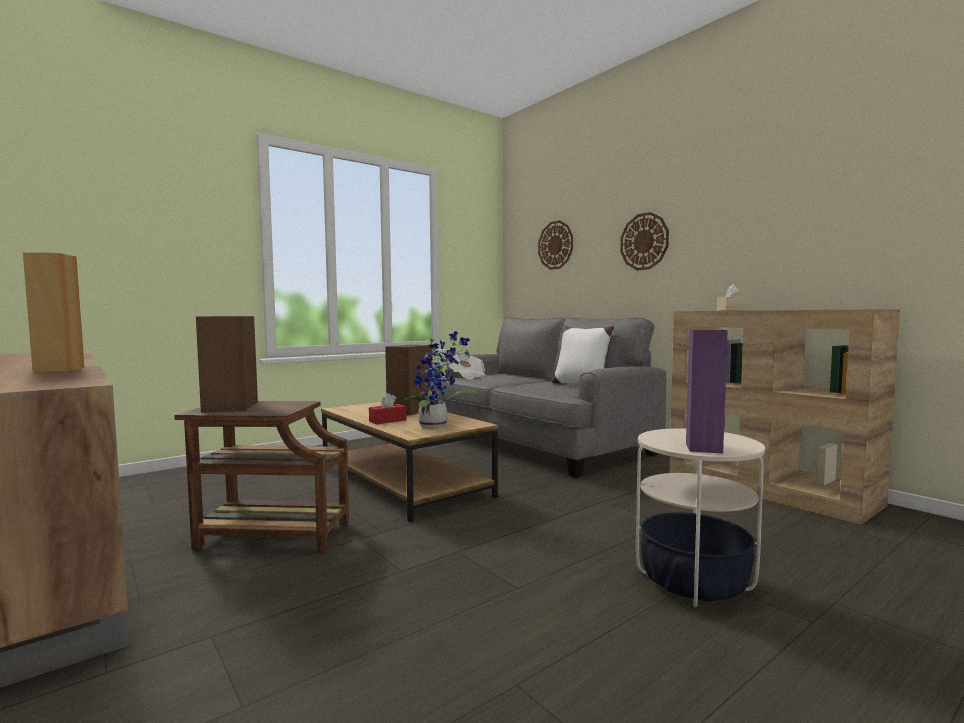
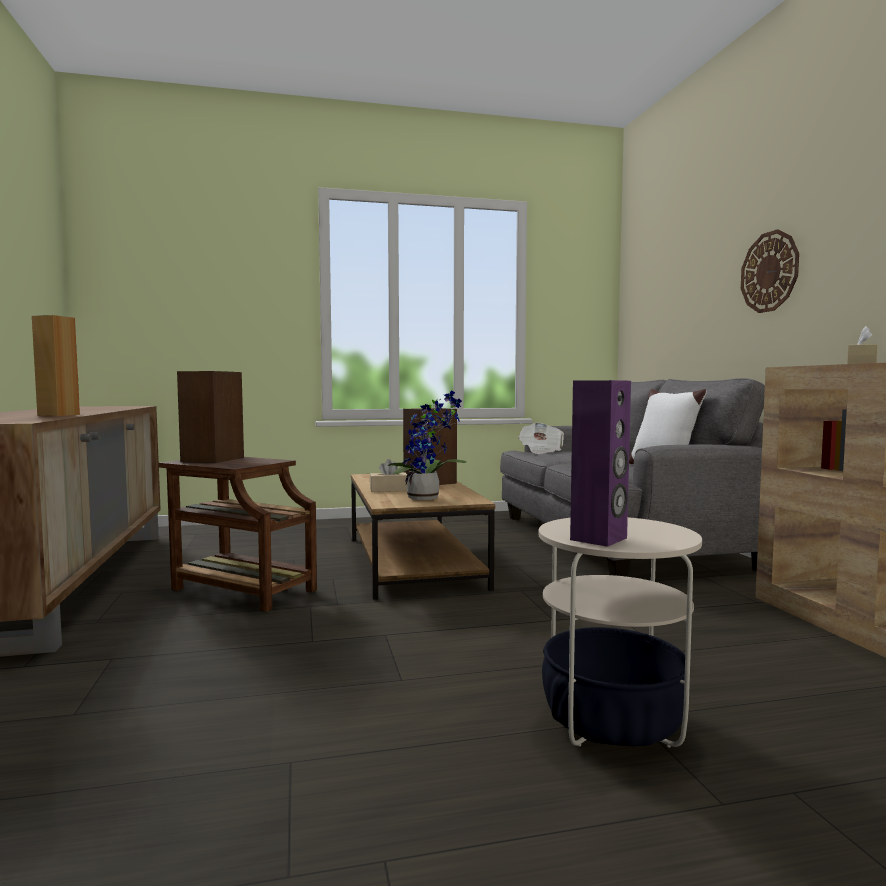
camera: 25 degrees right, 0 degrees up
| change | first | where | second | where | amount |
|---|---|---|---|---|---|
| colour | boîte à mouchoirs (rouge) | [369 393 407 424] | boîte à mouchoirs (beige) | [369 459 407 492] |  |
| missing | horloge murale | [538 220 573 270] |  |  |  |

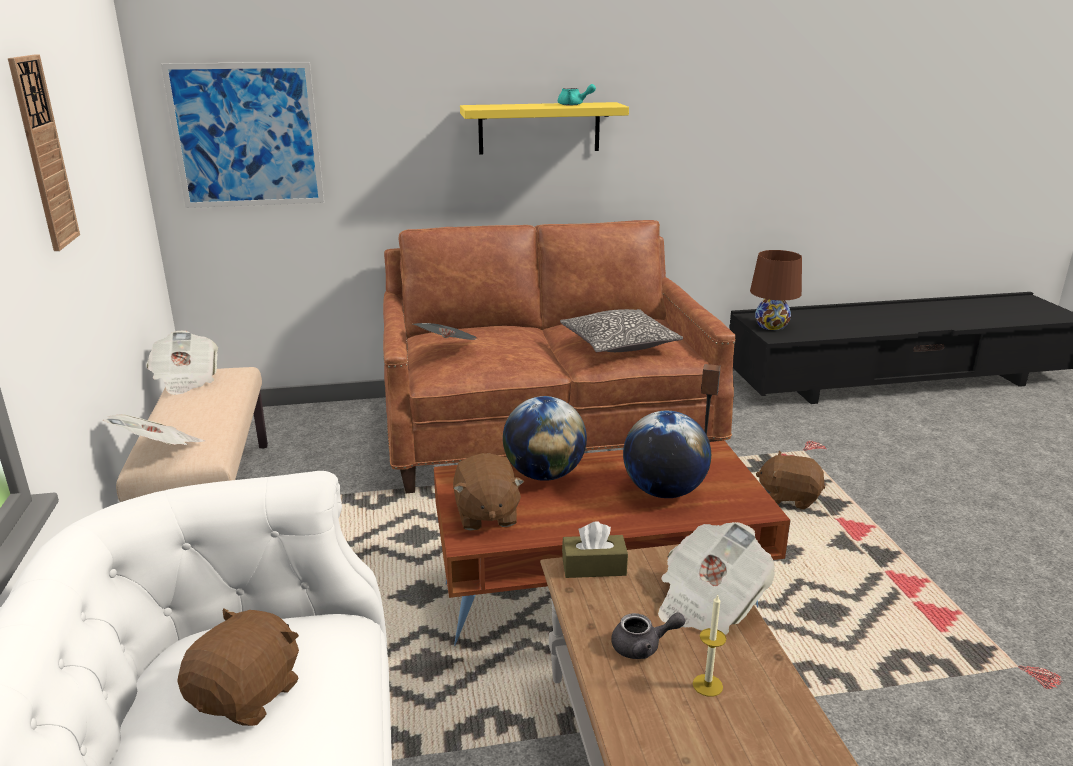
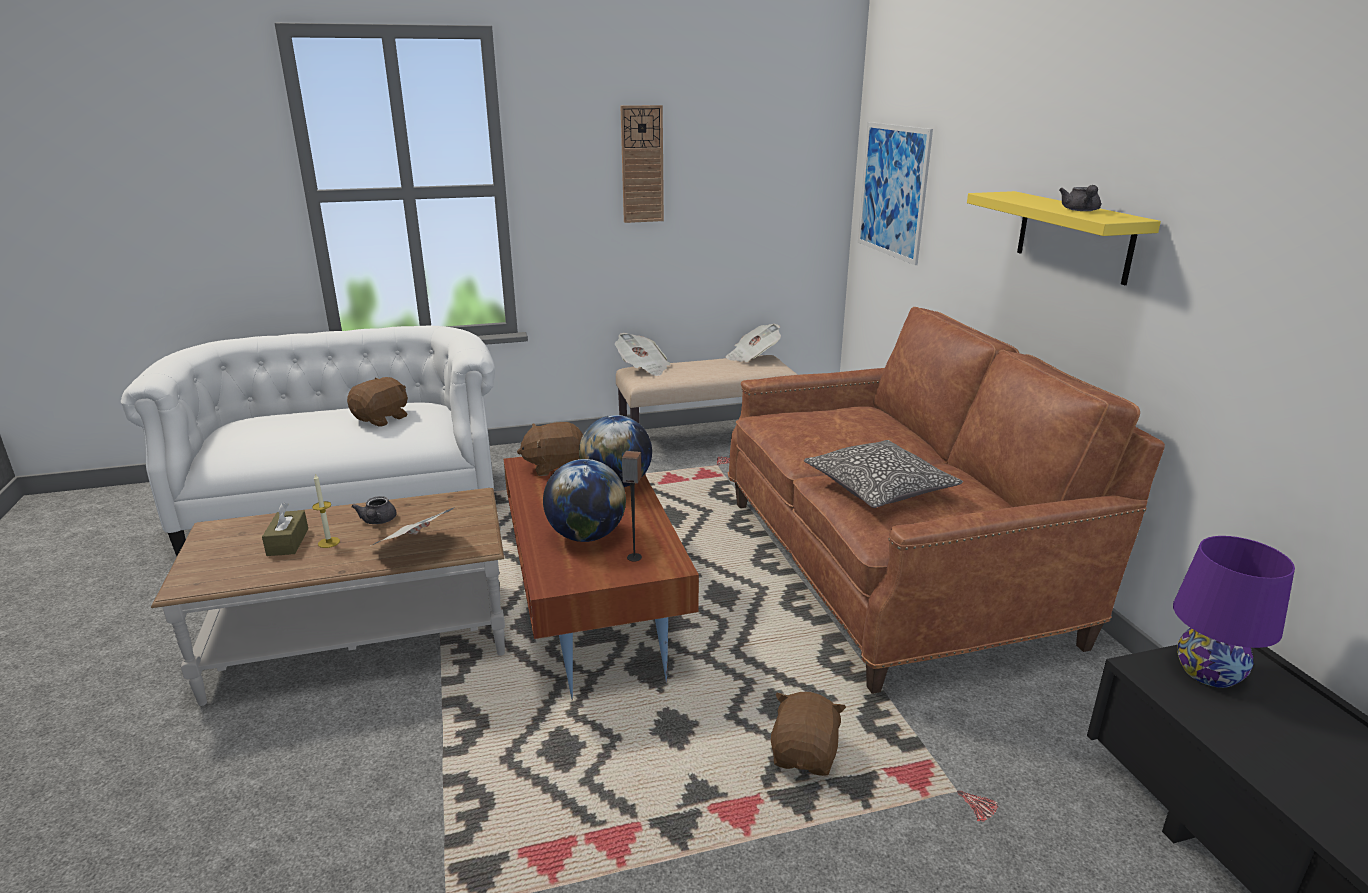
camera: 85 degrees right, 0 degrees up
| change | first | where | second | where | amount |
|---|---|---|---|---|---|
| relocated | boîte à mouchoirs (marron) | [562 521 628 578] |  | [262 503 308 556] |  |
| spun | peluche (marron) | [177 608 299 726] |  | [347 377 408 427] | 75 degrees counterclockwise |
| colour | théière (turquoise) | [558 84 596 105] | théière (gris) | [1059 185 1101 211] |  |
| colour | lampe de table (marron) | [750 250 802 330] | lampe de table (violet) | [1173 536 1295 688] |  |
| missing | journal | [413 323 477 340] |  |  |  |

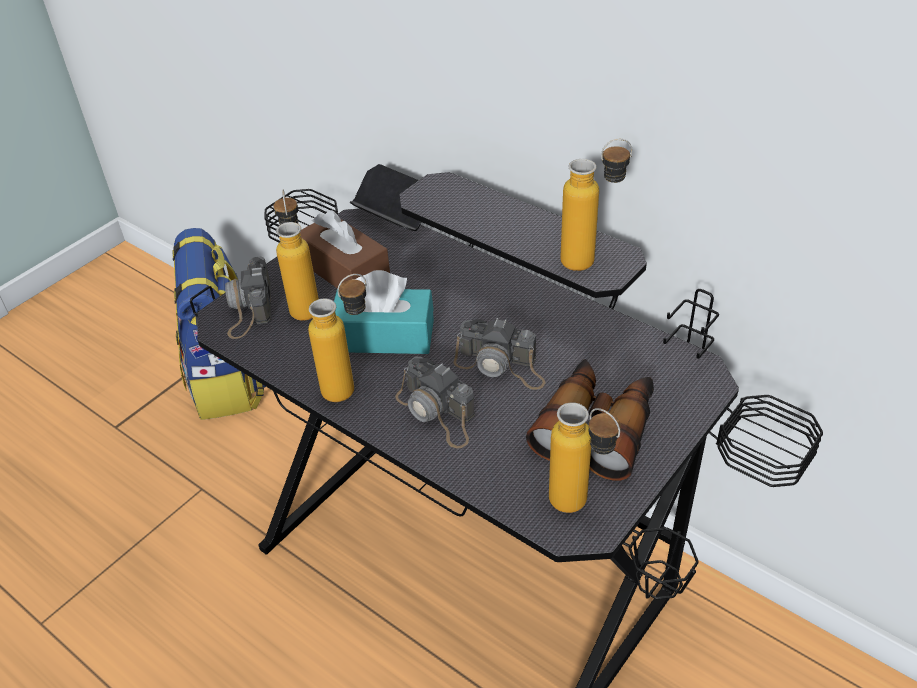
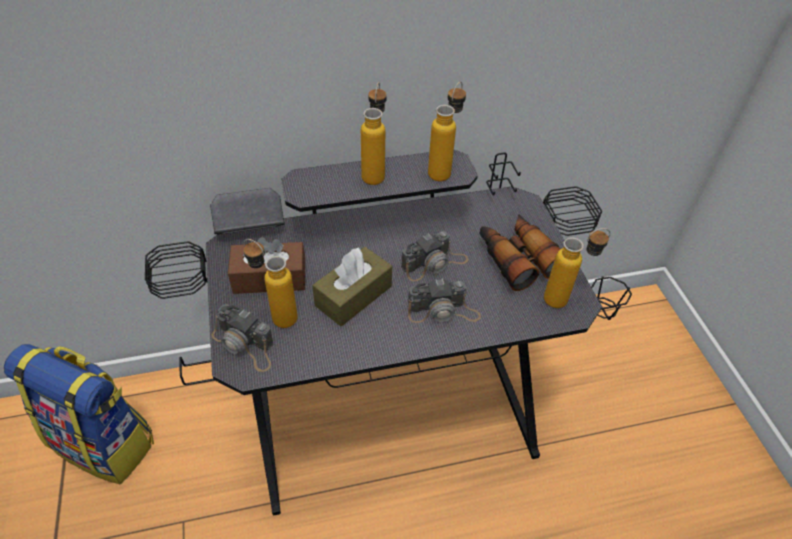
camera: 55 degrees left, 5 degrees up
| change | first | where | second | where | amount |
|---|---|---|---|---|---|
| colour | boîte à mouchoirs (turquoise) | [334 270 434 354] | boîte à mouchoirs (marron) | [312 247 392 326] |  |
| relocated | bouteille | [308 274 367 402] |  | [361 82 387 185] |  |

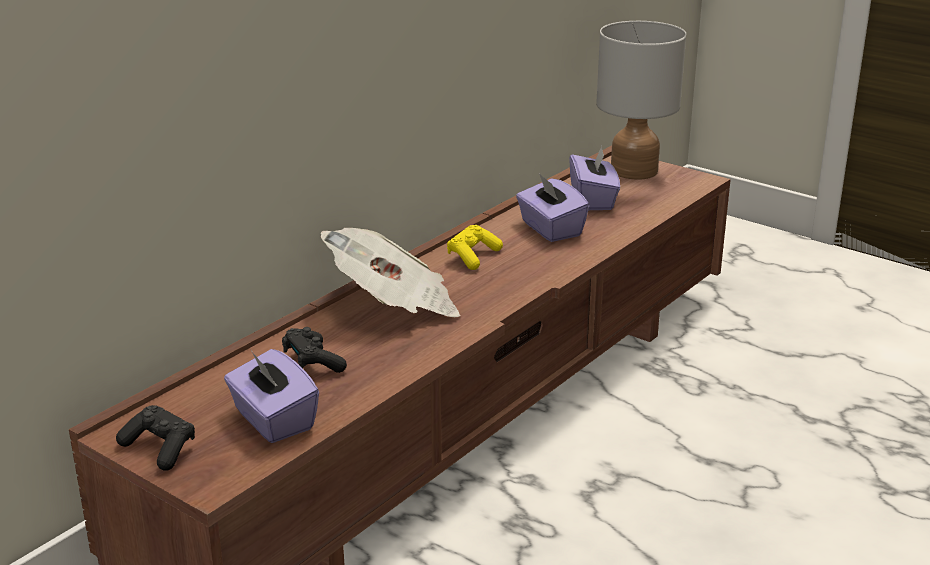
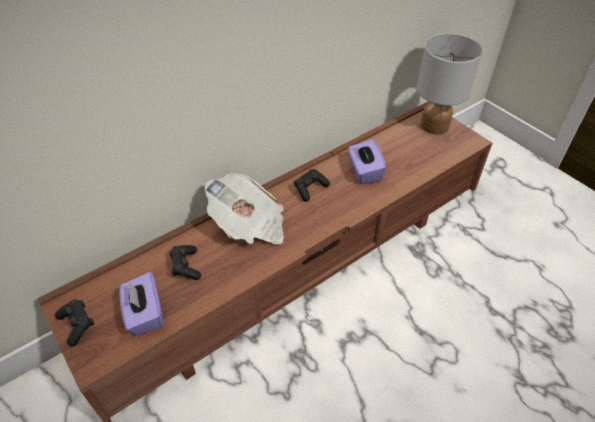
camera: 15 degrees right, 20 degrees up
| change | first | where | second | where | amount |
|---|---|---|---|---|---|
| colour | manette (jaune) | [447 225 503 270] | manette (noir) | [294 169 330 202] |  |
| missing | boîte à mouchoirs (violet) | [569 146 620 210] |  |  |  |

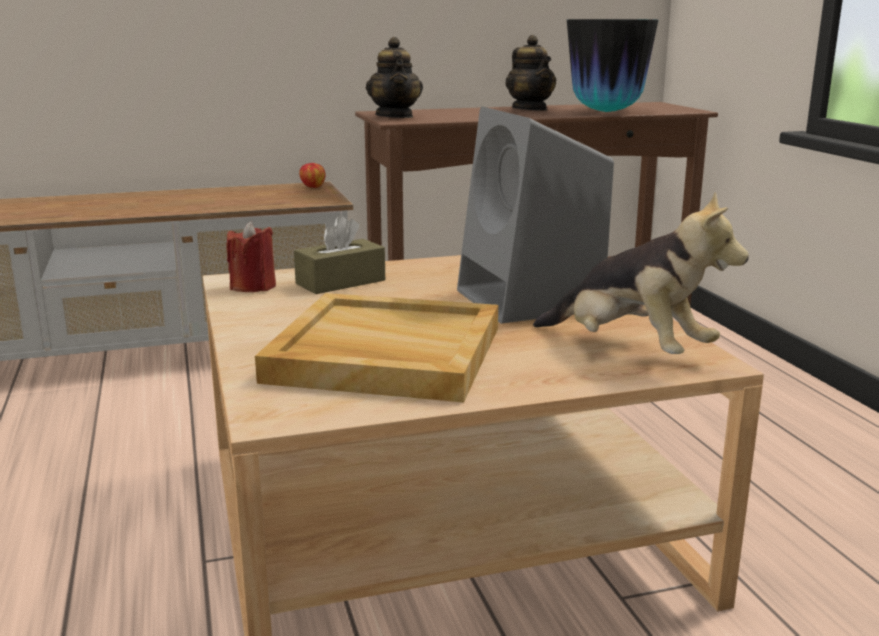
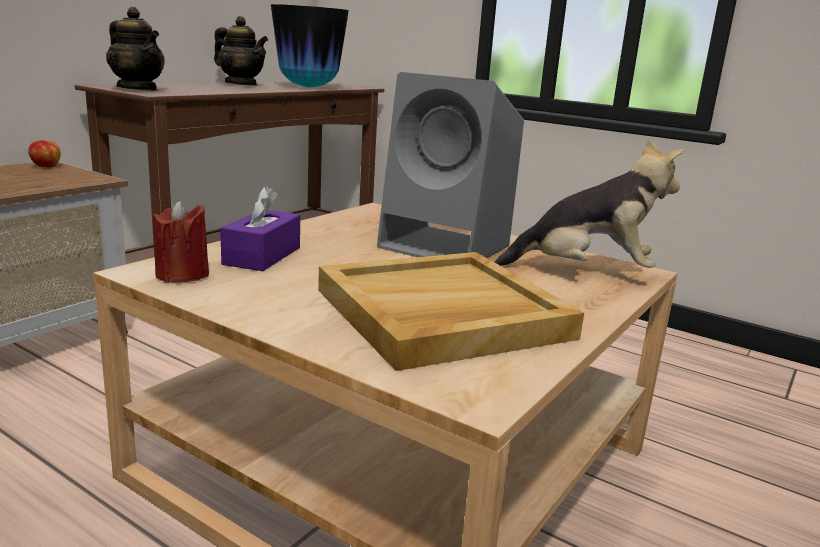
camera: 40 degrees left, 0 degrees up
| change | first | where | second | where | amount |
|---|---|---|---|---|---|
| colour | boîte à mouchoirs (marron) | [294 215 385 294] | boîte à mouchoirs (violet) | [220 186 300 271] |  |

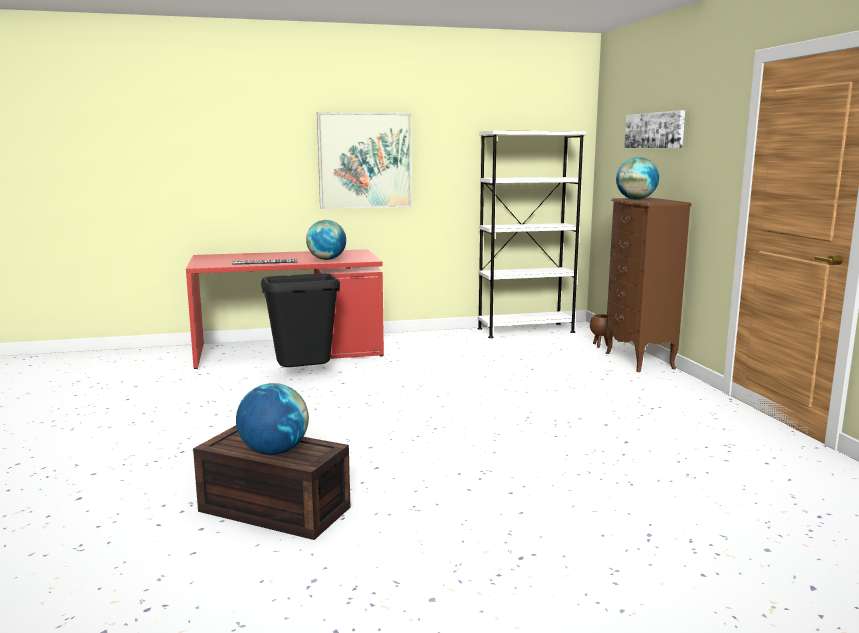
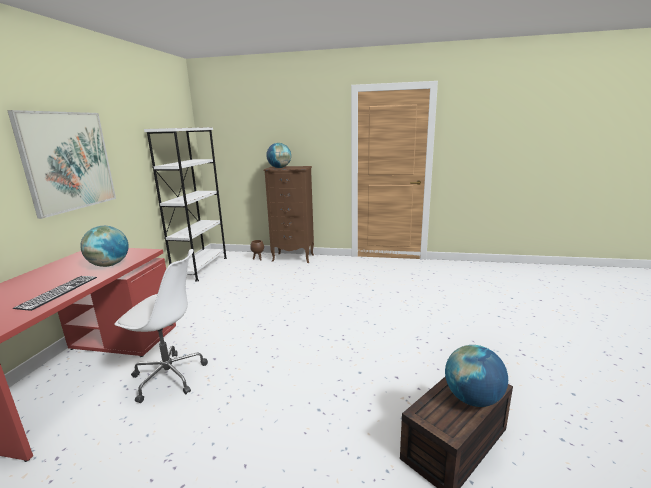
camera: 65 degrees left, 5 degrees up
| change | first | where | second | where | amount |
|---|---|---|---|---|---|
| exchanged | poubelle (noir) | [261 273 340 367] | chaise de bureau (blanc) | [114 249 208 403] |  |
| missing | tableau | [624 110 685 148] |  |  |  |

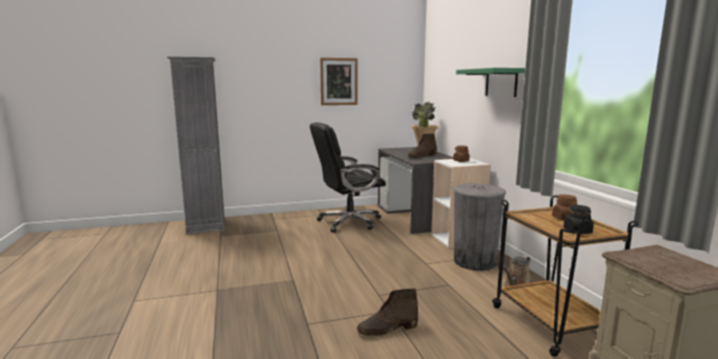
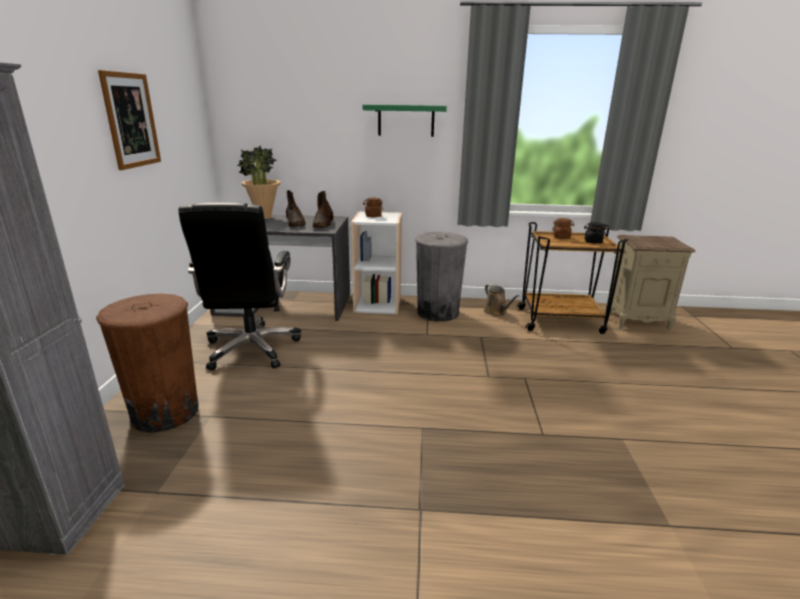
camera: 70 degrees left, 10 degrees up
| change | first | where | second | where | amount |
|---|---|---|---|---|---|
| appeared |  |  | poubelle (marron) | [96 294 199 433] |  |
| relocated | botte (marron) | [357 288 418 336] |  | [313 191 333 228] |  |

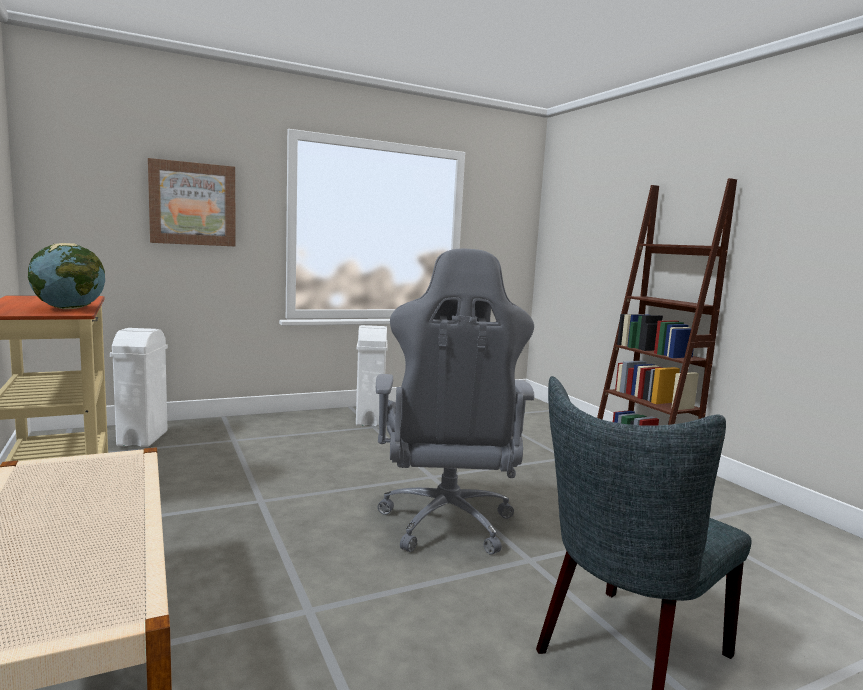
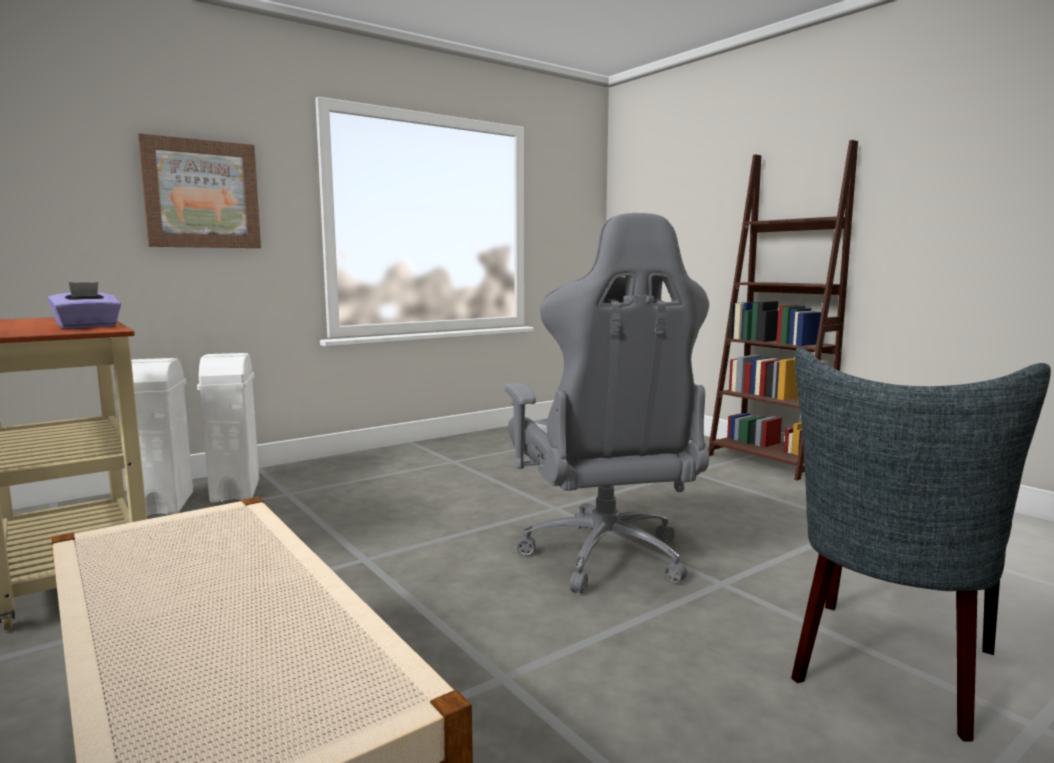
camera: 10 degrees left, 0 degrees up
| change | first | where | second | where | amount |
|---|---|---|---|---|---|
| exchanged | globe | [28 243 105 309] | boîte à mouchoirs (violet) | [47 282 121 329] |  |
| relocated | poubelle (blanc) | [356 325 388 426] |  | [197 353 259 503] |  |

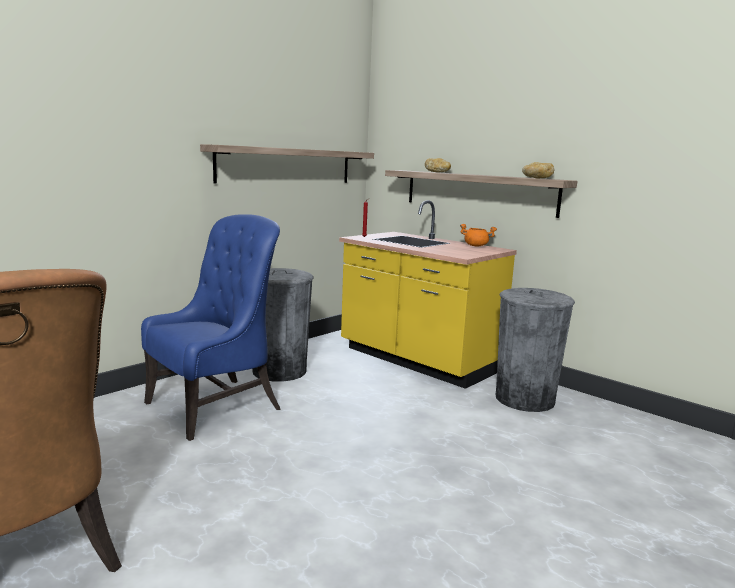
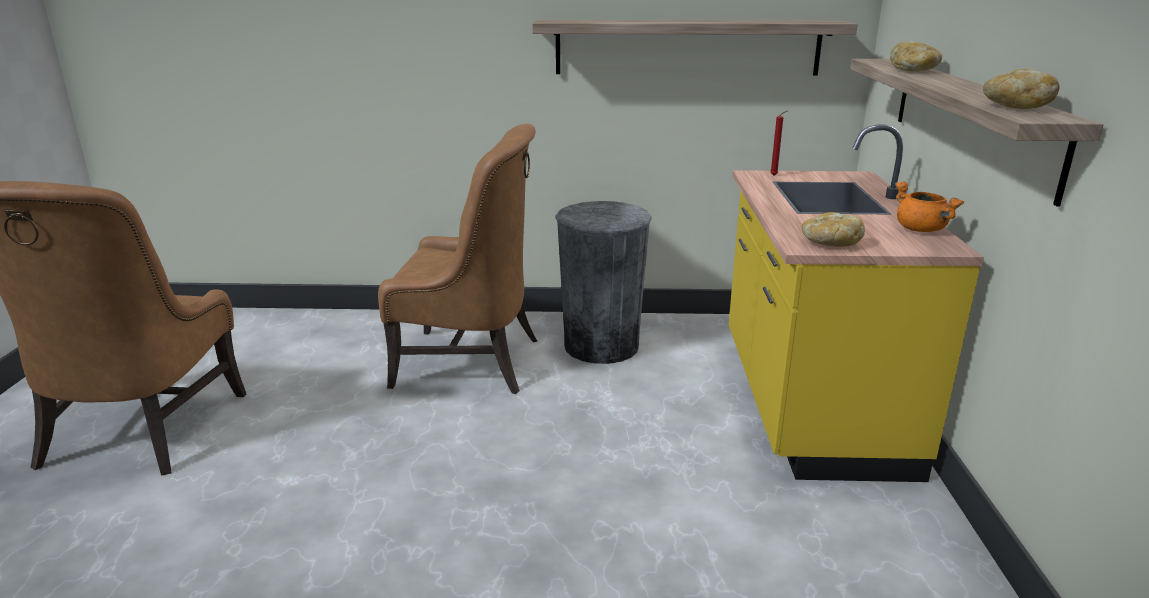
camera: 50 degrees right, 10 degrees up
| change | first | where | second | where | amount |
|---|---|---|---|---|---|
| colour | chaise (bleu) | [141 214 281 441] | chaise (marron) | [378 124 537 394] |  |
| appeared |  |  | pain | [801 212 865 247] |  |
| missing | poubelle (gris) | [496 288 575 412] |  |  |  |

